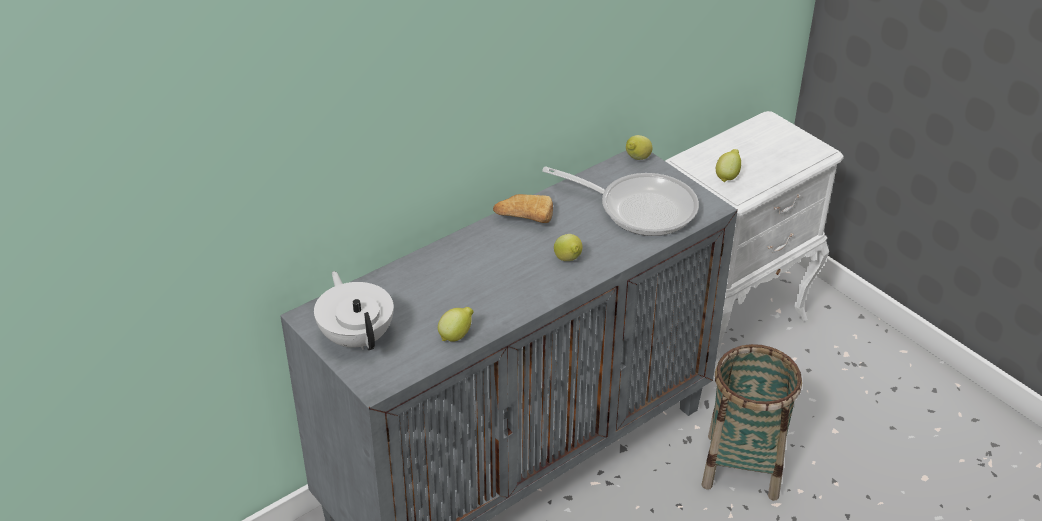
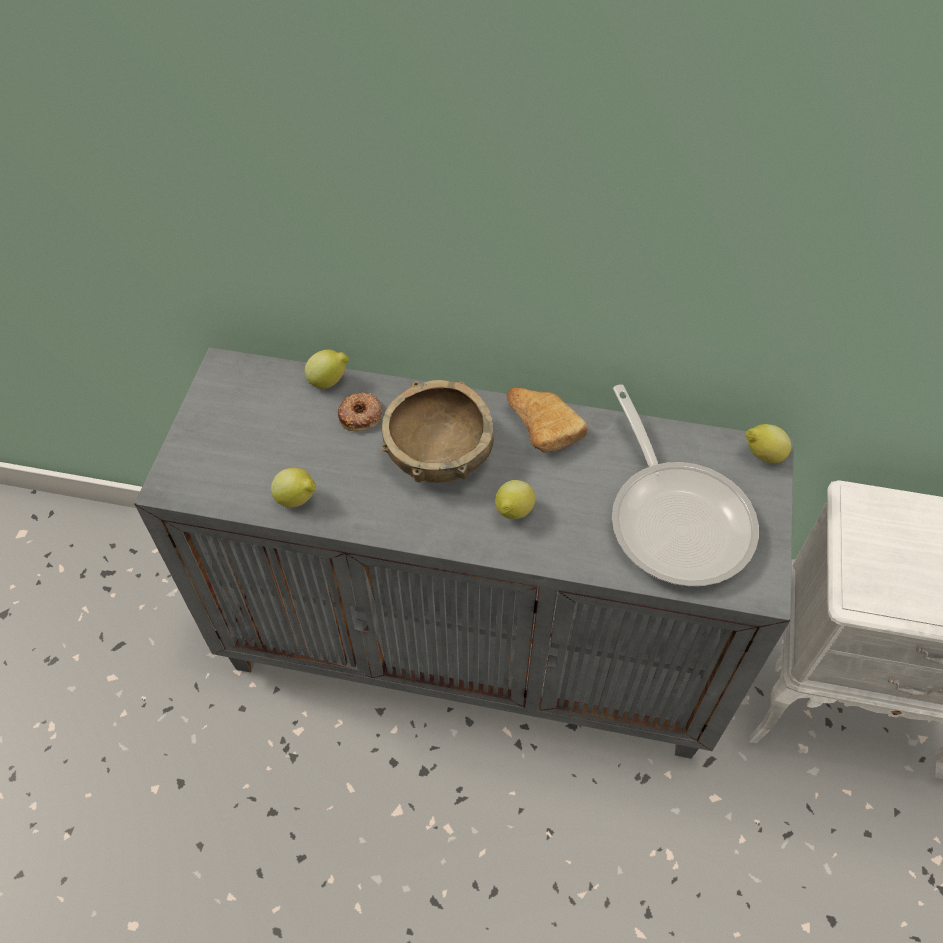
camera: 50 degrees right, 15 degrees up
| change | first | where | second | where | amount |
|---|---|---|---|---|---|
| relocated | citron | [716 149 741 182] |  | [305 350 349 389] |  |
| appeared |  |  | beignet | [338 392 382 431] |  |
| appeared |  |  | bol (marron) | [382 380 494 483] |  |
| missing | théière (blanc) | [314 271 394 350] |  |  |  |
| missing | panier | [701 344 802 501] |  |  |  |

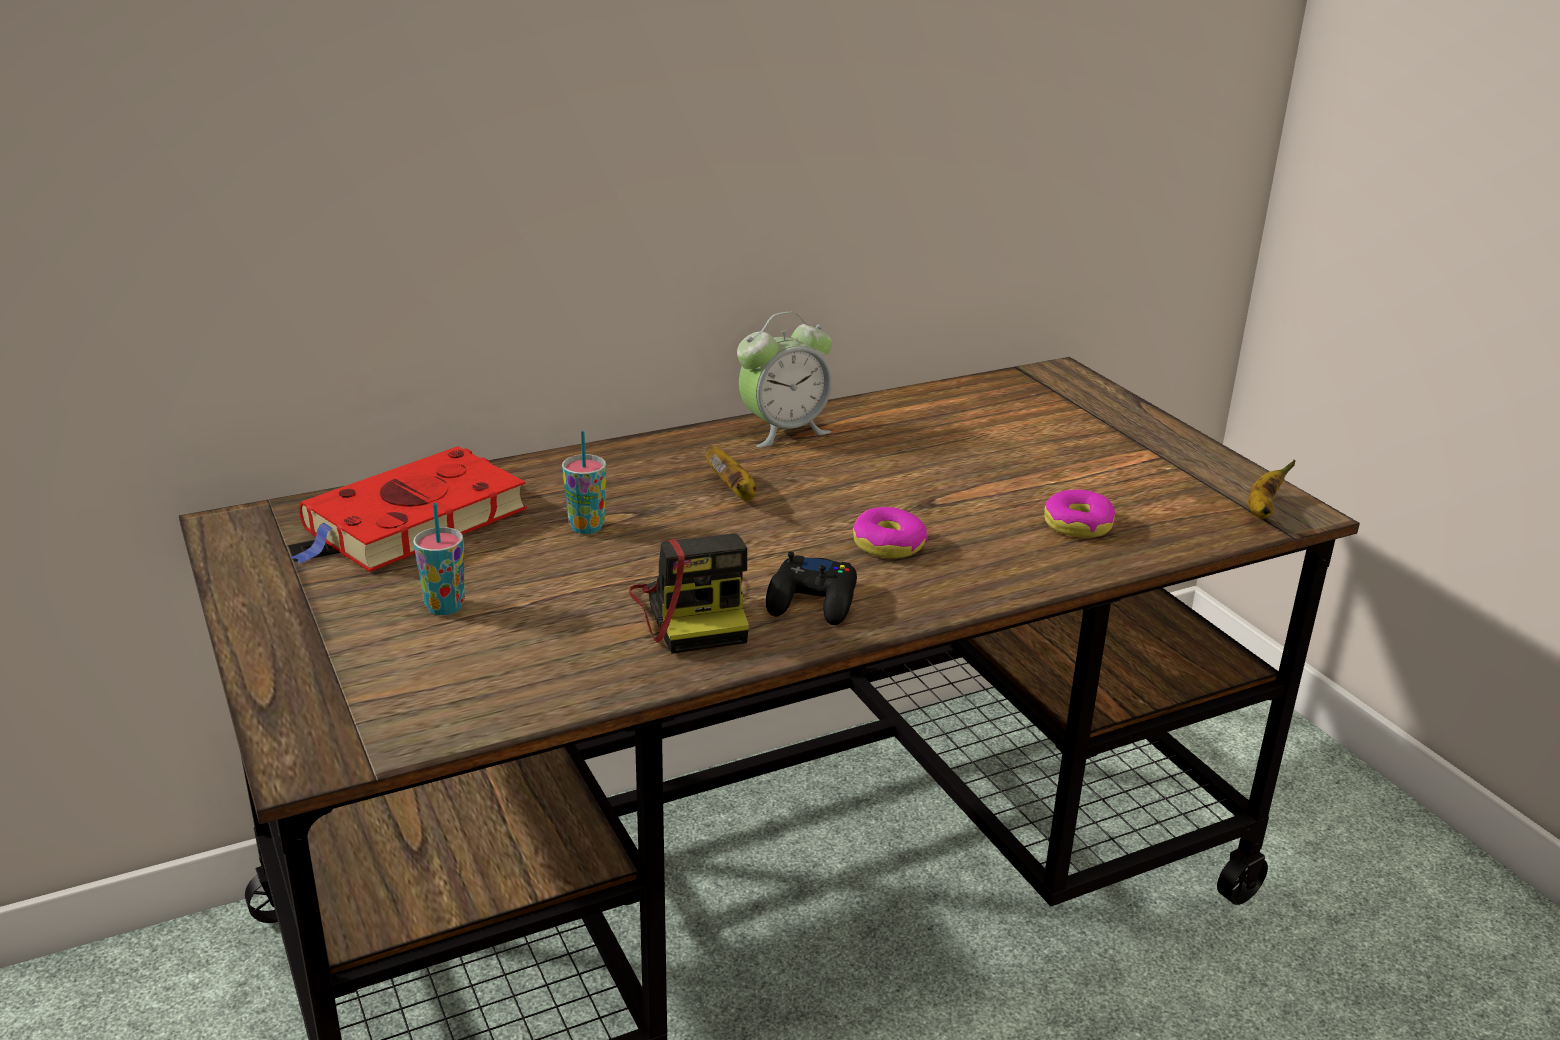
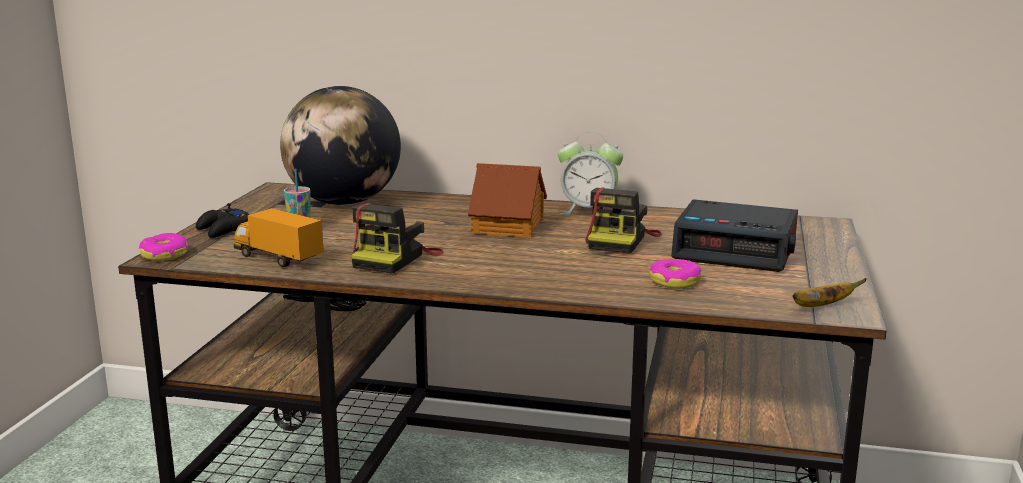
camera: 40 degrees right, 10 degrees down
| change | first | where | second | where | amount |
|---|---|---|---|---|---|
| relocated | beignet | [853 507 928 558] |  | [139 233 188 261] |  |
| relocated | manette (noir) | [766 552 857 625] |  | [196 203 249 238] |  |
| appeared |  |  | camion jouet | [234 208 324 267] |  |
| exchanged | livre (rouge) | [289 446 527 572] | globe | [280 86 401 205] |  |
| exchanged | banane | [705 446 756 501] | maison miniature | [468 163 547 238] |  |
| appeared |  |  | appareil photo | [585 187 662 254] |  |
| appeared |  |  | réveil | [671 199 798 272] |  |
| missing | tasse | [562 431 606 534] |  |  |  |

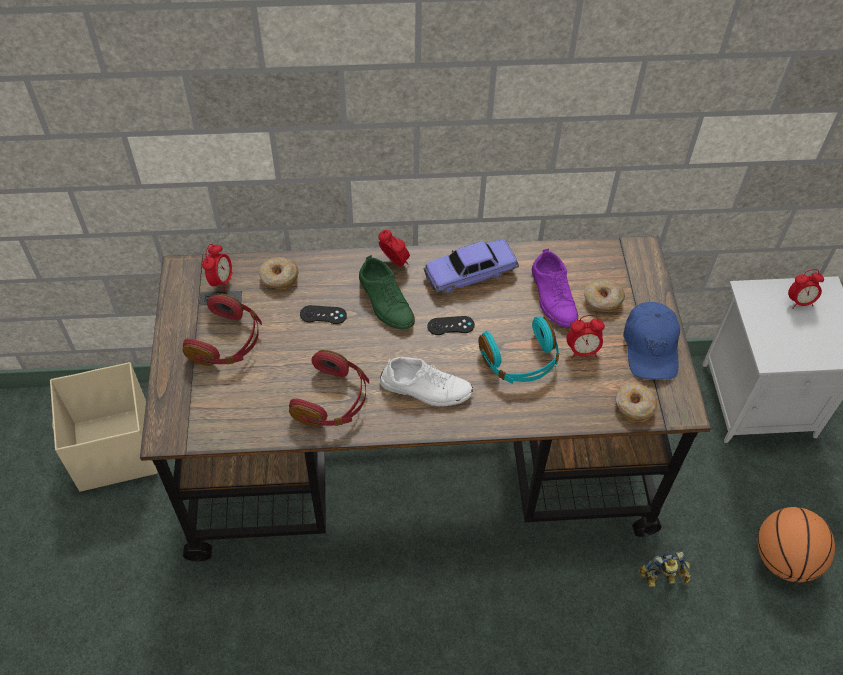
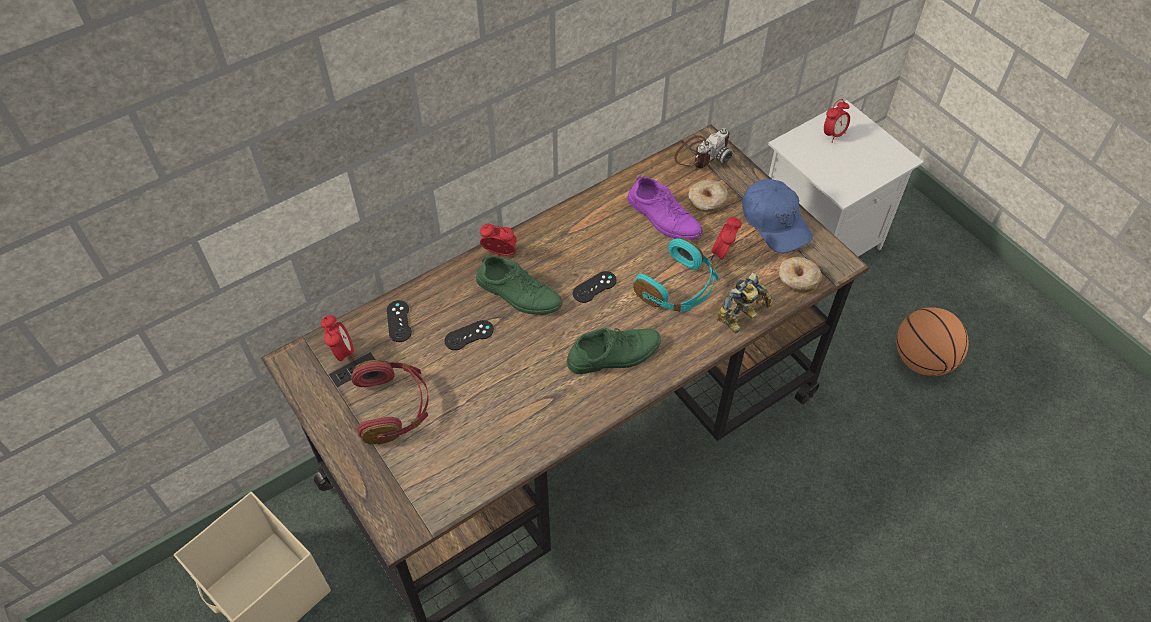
camera: 30 degrees left, 0 degrees up
| change | first | where | second | where | amount |
|---|---|---|---|---|---|
| exchanged | beignet | [259 257 299 289] | manette (noir) | [387 300 412 342] |  |
| colour | chaussure (blanc) | [380 357 473 407] | chaussure (vert) | [567 328 661 374] |  |
| appeared |  |  | appareil photo | [674 128 732 168] |  |
| spun | réveil | [566 315 605 359] |  | [711 217 742 260] | 150 degrees clockwise |
| relocated | robot jouet | [638 552 691 589] |  | [716 272 773 333] |  |
| missing | casque audio (rouge) | [289 350 369 427] |  |  |  |
| missing | petite voiture | [424 239 519 294] |  |  |  |

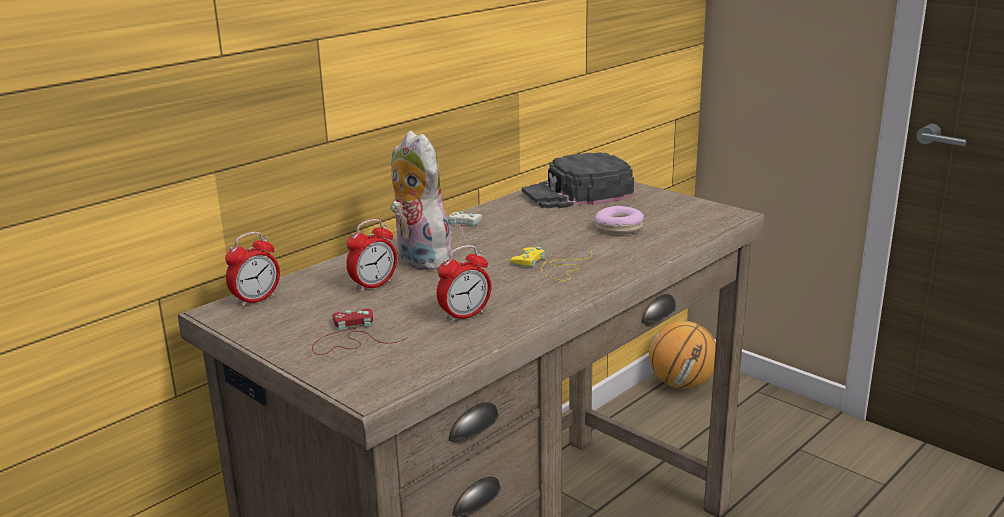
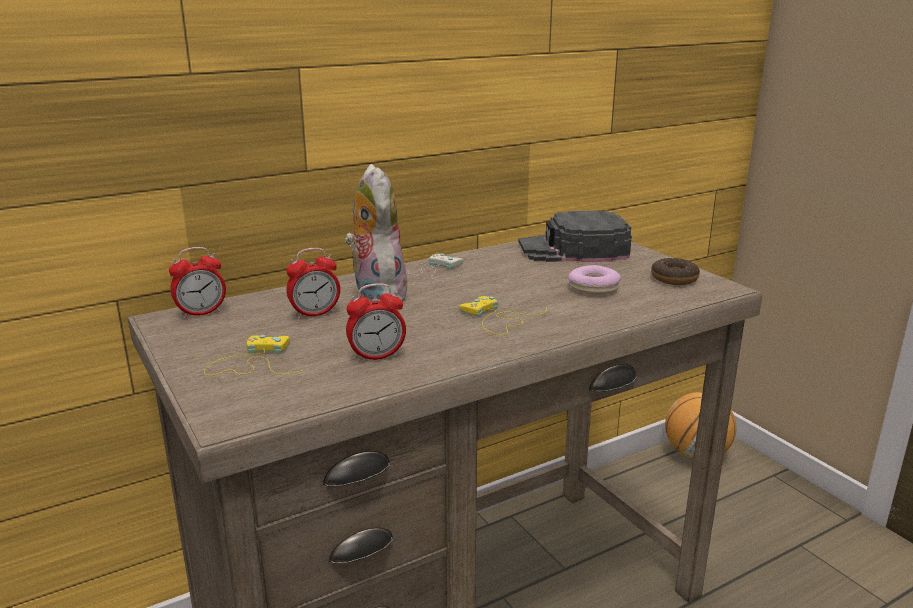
camera: 15 degrees right, 0 degrees up
| change | first | where | second | where | amount |
|---|---|---|---|---|---|
| colour | manette (rouge) | [312 309 408 355] | manette (jaune) | [204 335 303 376] |  |
| appeared |  |  | beignet | [651 258 700 285] |  |

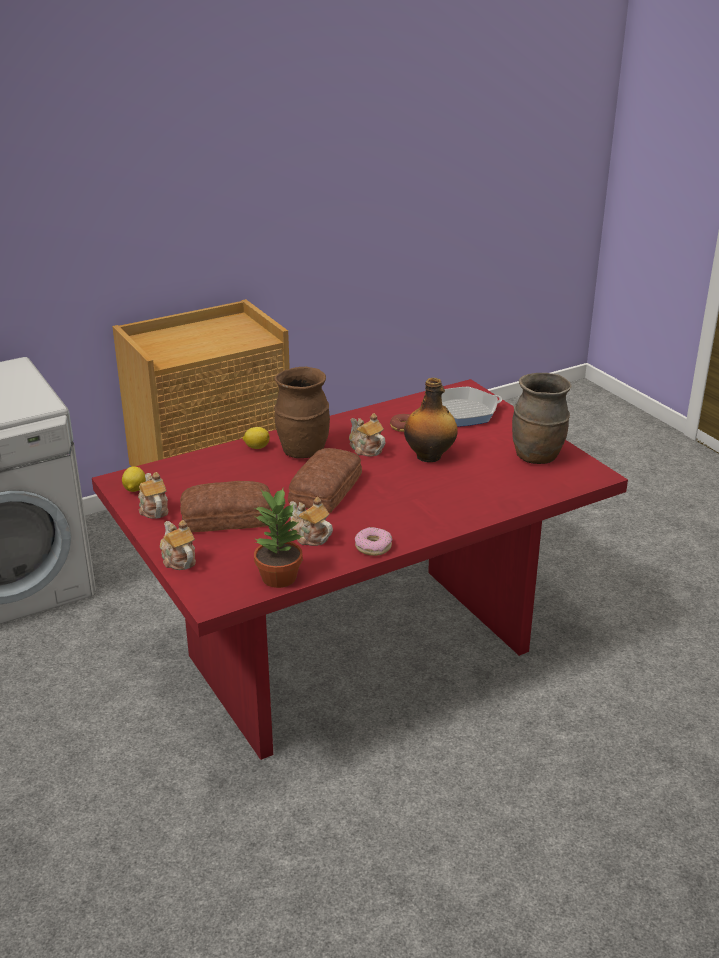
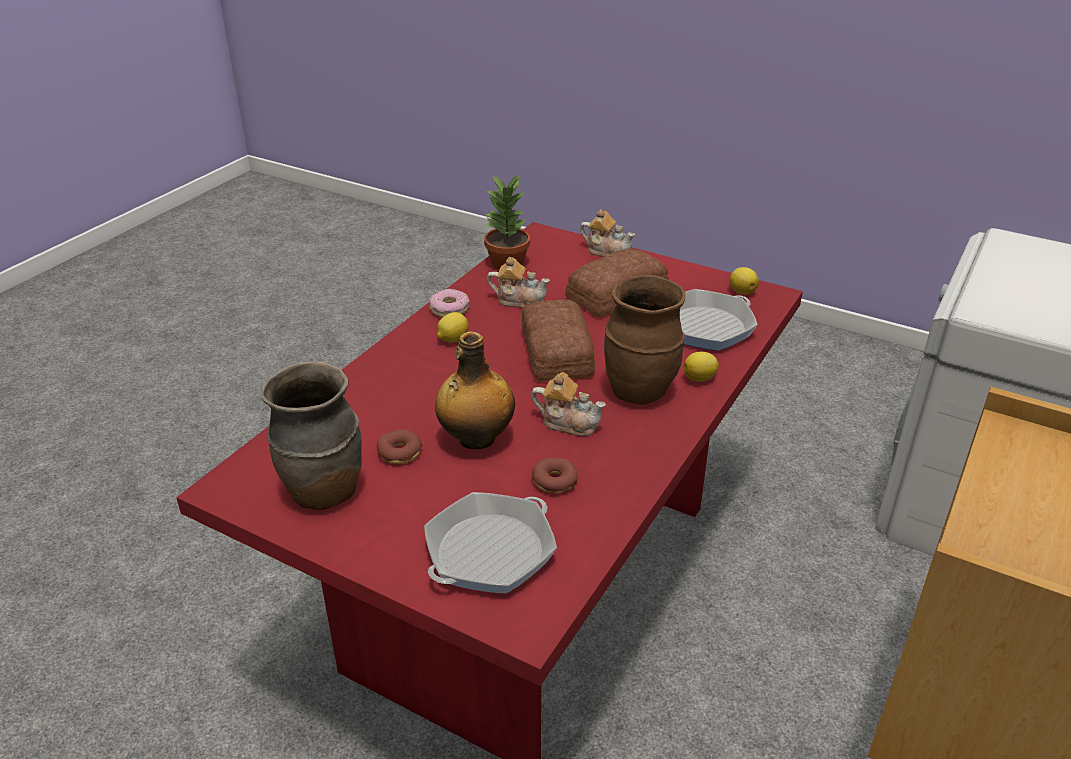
camera: 150 degrees right, 5 degrees up
| change | first | where | second | where | amount |
|---|---|---|---|---|---|
| appeared |  |  | beignet | [377 429 423 464] |  |
| appeared |  |  | citron | [437 312 469 343] |  |
| appeared |  |  | poêle | [680 289 758 351] |  |
| missing | théière | [138 472 168 519] |  |  |  |

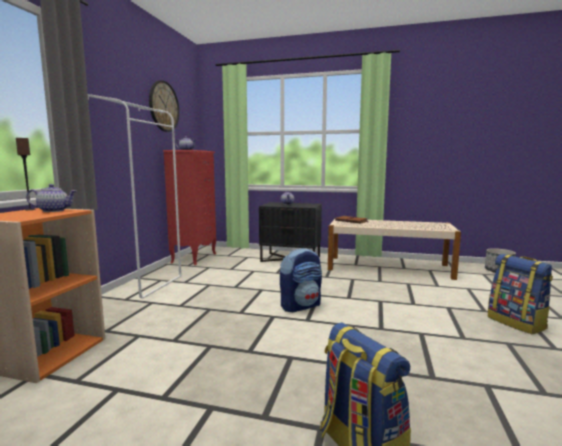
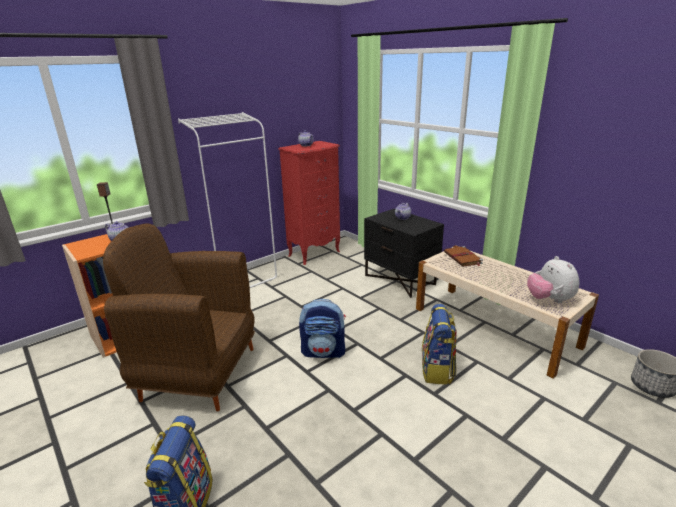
camera: 35 degrees right, 15 degrees up
| change | first | where | second | where | amount |
|---|---|---|---|---|---|
| appeared |  |  | fauteuil (marron) | [103 223 255 411] |  |
| relocated | sac à dos | [488 254 553 334] |  | [422 304 457 385] |  |
| appeared |  |  | peluche | [527 256 580 303] |  |
| missing | horloge murale | [149 80 179 132] |  |  |  |

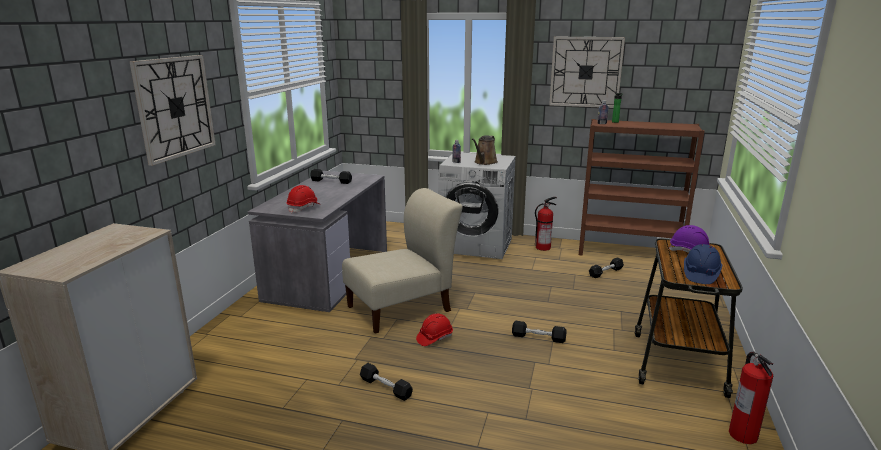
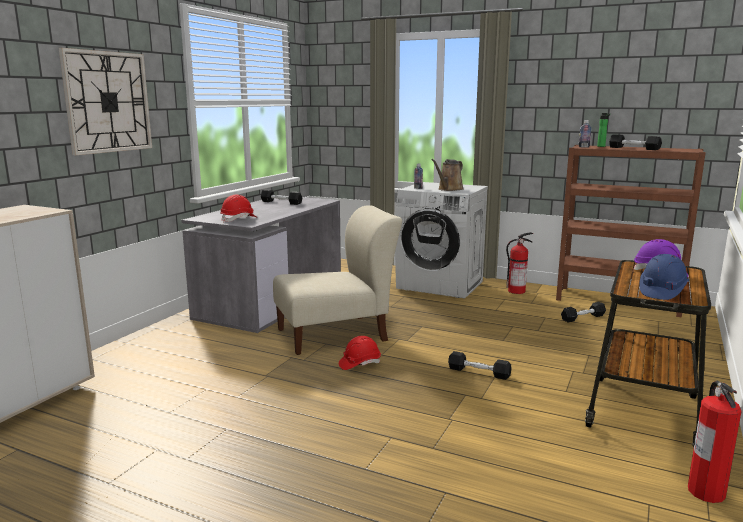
camera: 10 degrees right, 5 degrees down
| change | first | where | second | where | amount |
|---|---|---|---|---|---|
| relocated | haltère (noir) | [360 363 413 401] |  | [609 134 662 150] |  |
| missing | horloge murale | [549 37 625 108] |  |  |  |

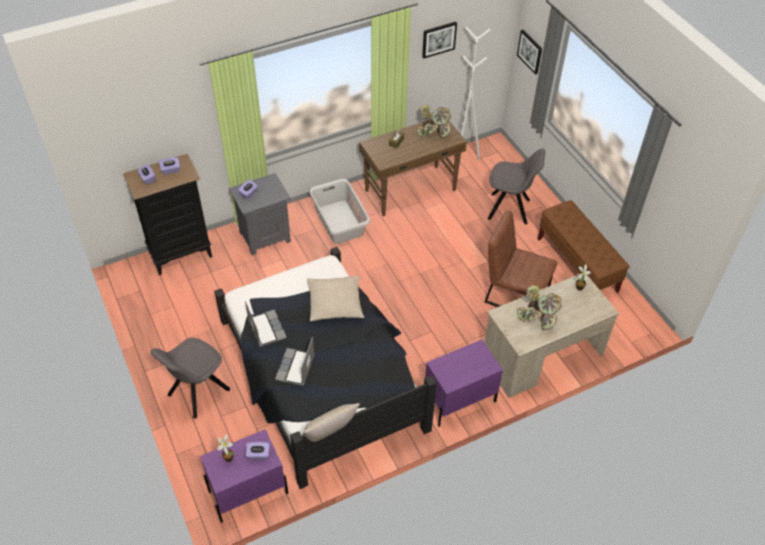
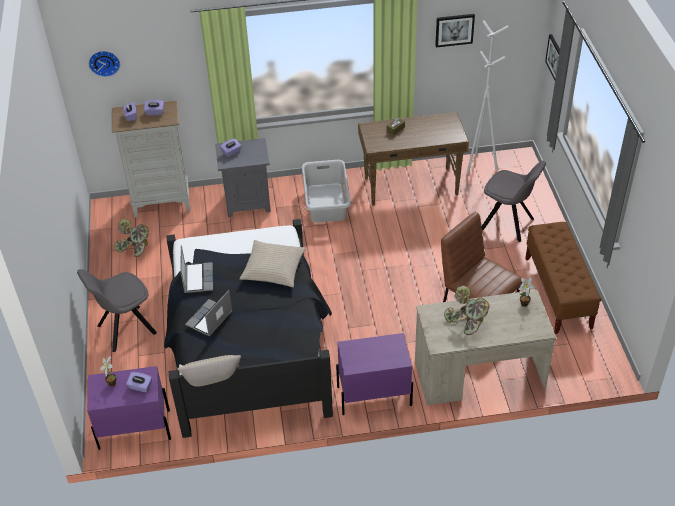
camera: 20 degrees right, 5 degrees down
| change | first | where | second | where | amount |
|---|---|---|---|---|---|
| appeared |  |  | horloge murale | [89 51 120 77] |  |
| colour | commode (noir) | [123 154 212 275] | commode (blanc) | [112 100 190 218] |  |
| relocated | plante en pot | [417 105 451 138] |  | [115 219 149 257] |  |

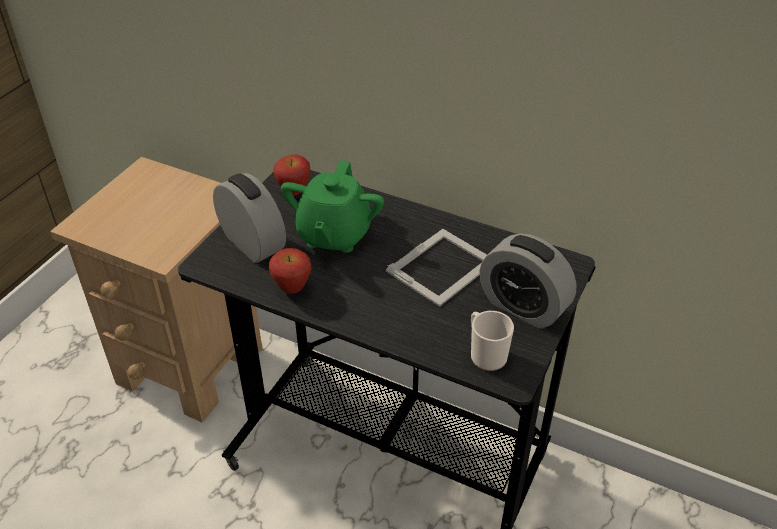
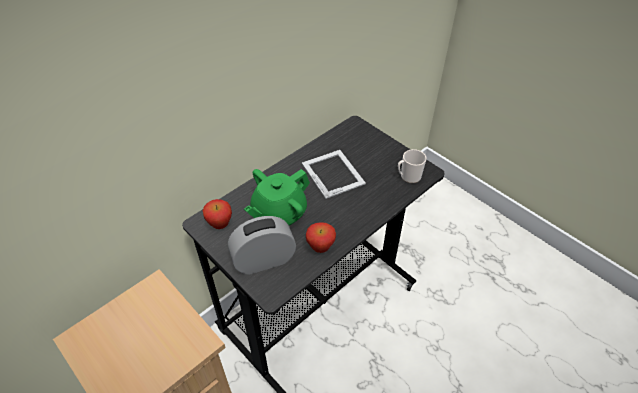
camera: 70 degrees left, 5 degrees up
| change | first | where | second | where | amount |
|---|---|---|---|---|---|
| spun | théière (vert) | [281 160 384 253] |  | [244 169 310 225] | 105 degrees clockwise |
| missing | réveil | [480 234 577 329] |  |  |  |

